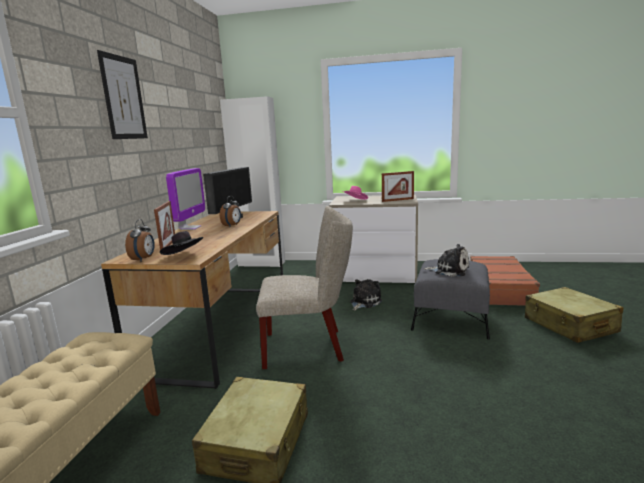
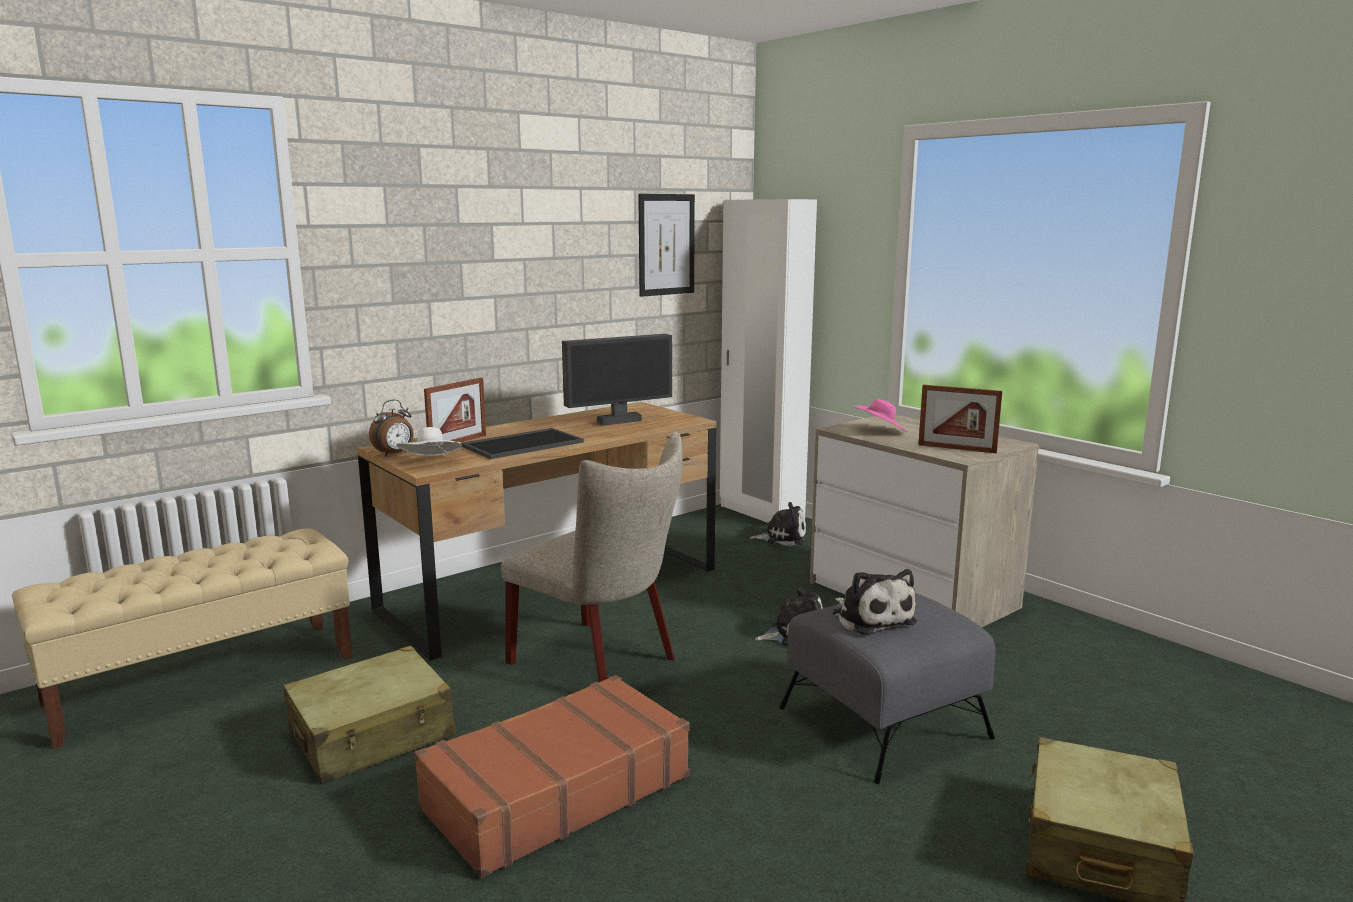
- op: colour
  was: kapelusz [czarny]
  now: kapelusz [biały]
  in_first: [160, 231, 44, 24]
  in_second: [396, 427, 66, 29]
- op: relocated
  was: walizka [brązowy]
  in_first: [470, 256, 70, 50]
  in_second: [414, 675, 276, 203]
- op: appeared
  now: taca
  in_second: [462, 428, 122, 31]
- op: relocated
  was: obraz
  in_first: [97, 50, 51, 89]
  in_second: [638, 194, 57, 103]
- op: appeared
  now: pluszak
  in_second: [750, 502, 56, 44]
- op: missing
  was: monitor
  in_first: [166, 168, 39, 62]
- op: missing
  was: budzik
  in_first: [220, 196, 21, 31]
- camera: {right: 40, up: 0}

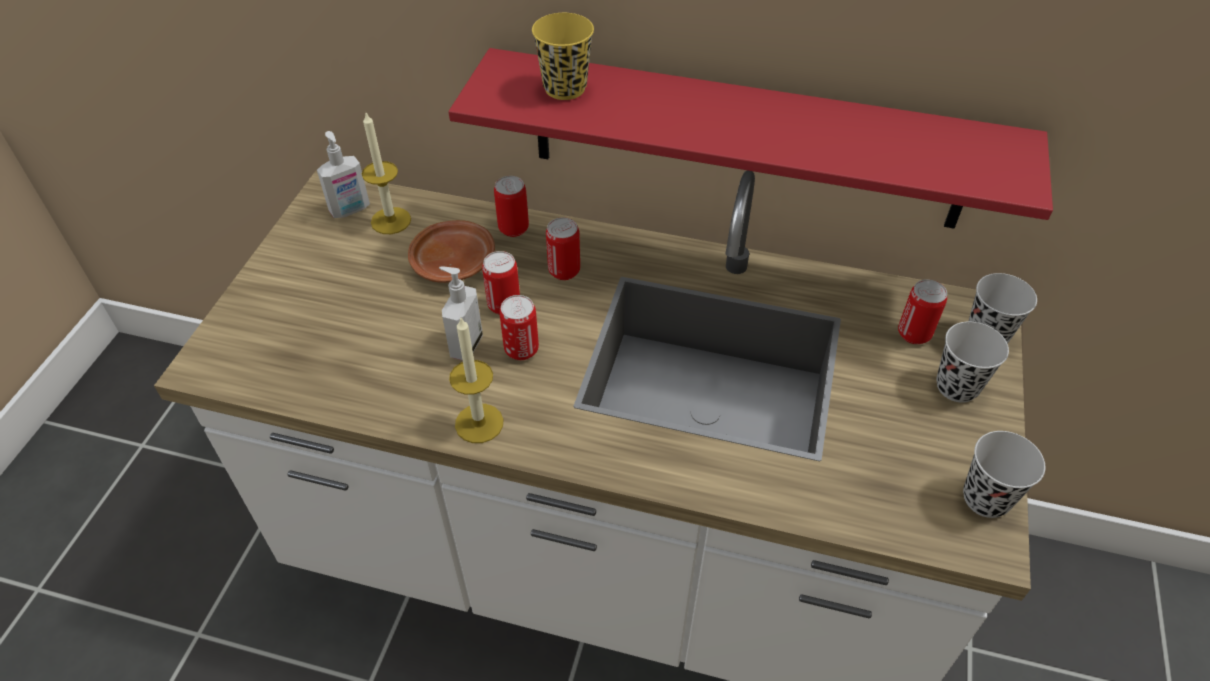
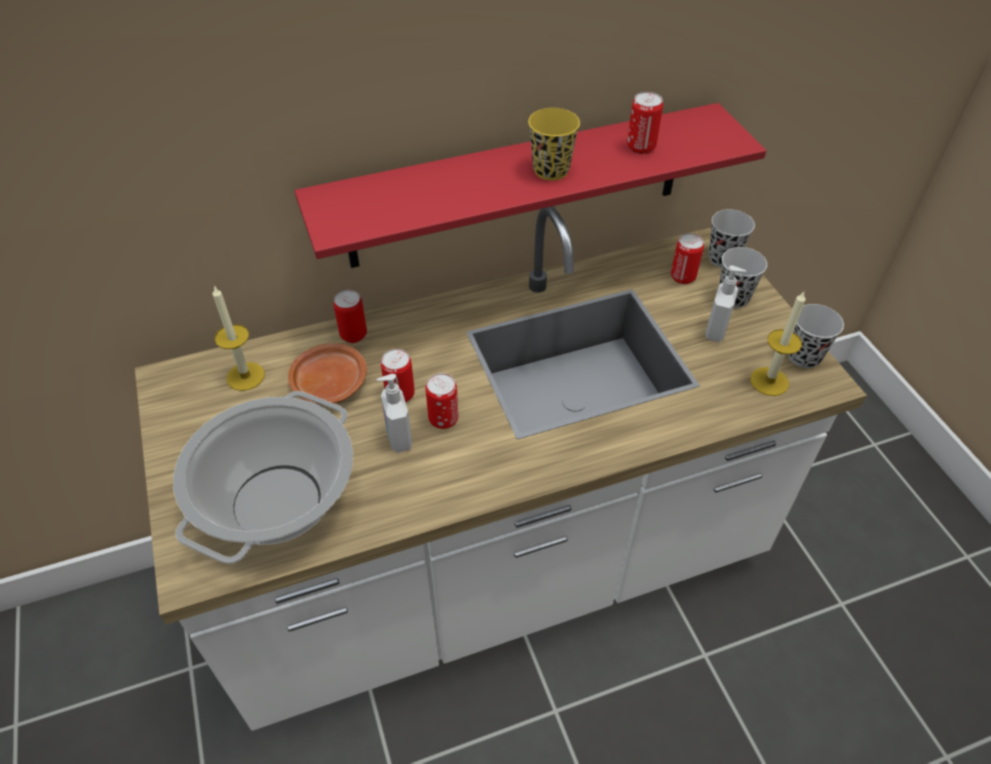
- op: appeared
  now: garnek
  in_second: [173, 391, 180, 173]
- op: relocated
  was: filiżanka [żółty]
  in_first: [532, 13, 62, 87]
  in_second: [528, 108, 52, 73]
- op: relocated
  was: puszka
  in_first: [546, 217, 34, 63]
  in_second: [627, 92, 36, 62]
- op: relocated
  was: dozownik mydła
  in_first: [317, 131, 53, 87]
  in_second: [705, 266, 42, 76]
- op: relocated
  was: świeca
  in_first: [449, 316, 54, 127]
  in_second: [750, 291, 56, 105]
- camera: {right: -35, up: 0}

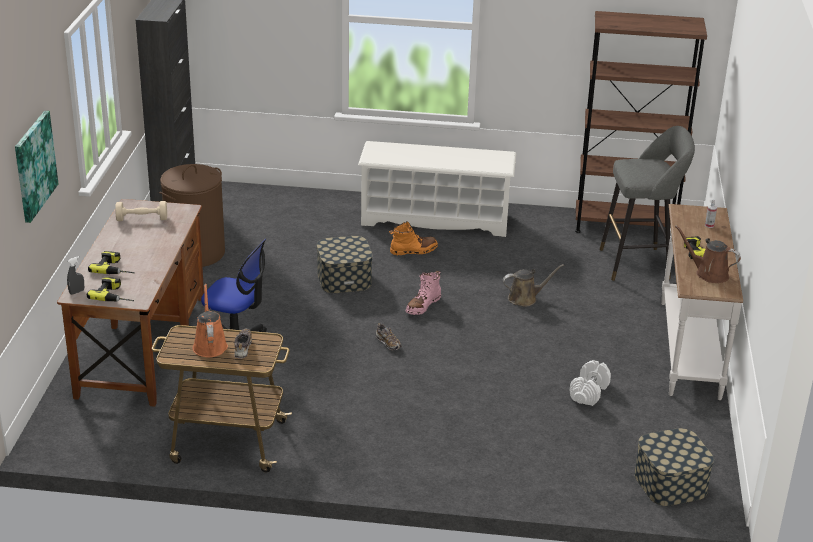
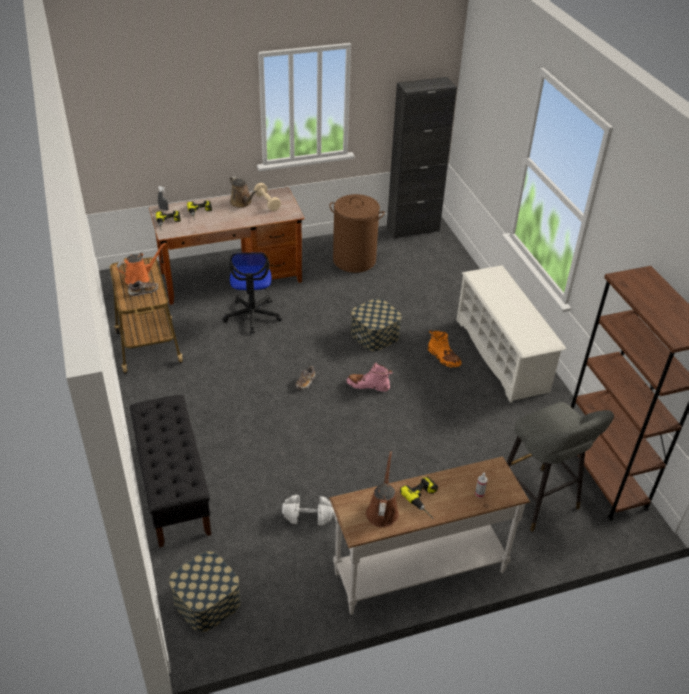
- op: appeared
  now: ławka [czarny]
  in_second: [130, 395, 81, 152]
- op: relocated
  was: konewka [brązowy]
  in_first: [503, 264, 61, 43]
  in_second: [230, 176, 27, 32]
- op: missing
  was: obraz
  in_first: [15, 111, 43, 112]
- camera: {right: 65, up: 10}

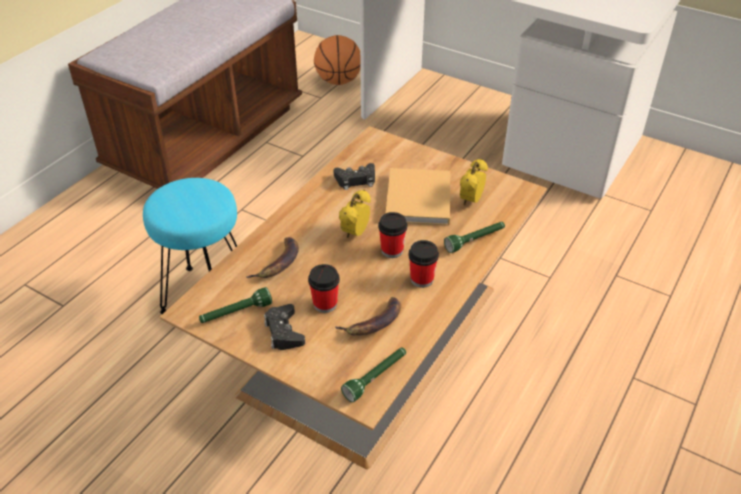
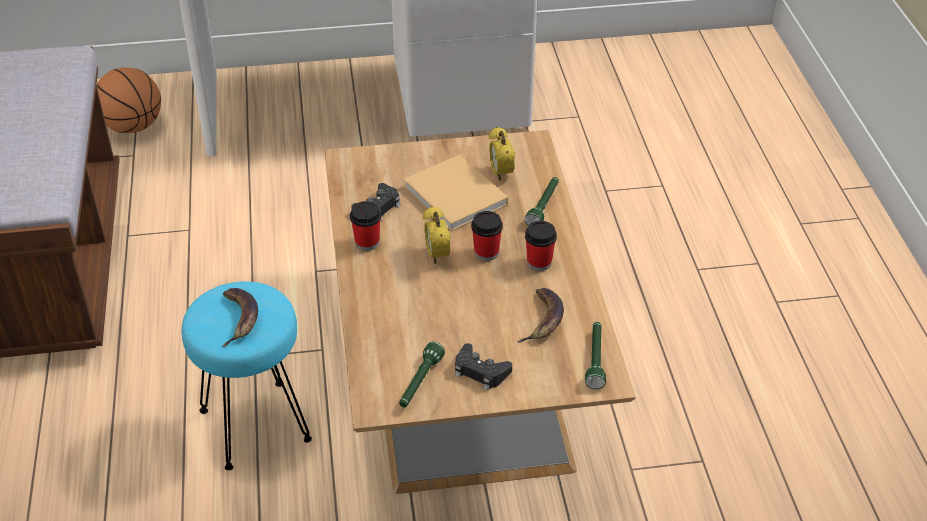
- op: relocated
  was: banan
  in_first: [246, 237, 53, 41]
  in_second: [222, 288, 36, 59]
- op: relocated
  was: filiżanka
  in_first: [308, 264, 32, 49]
  in_second: [350, 201, 31, 50]
- camera: {right: -40, up: 0}

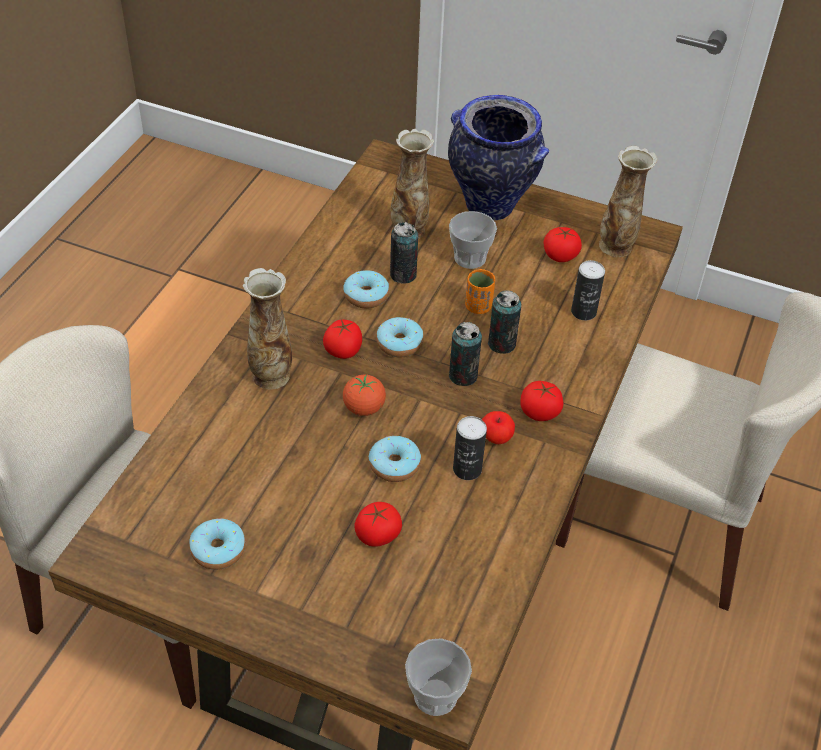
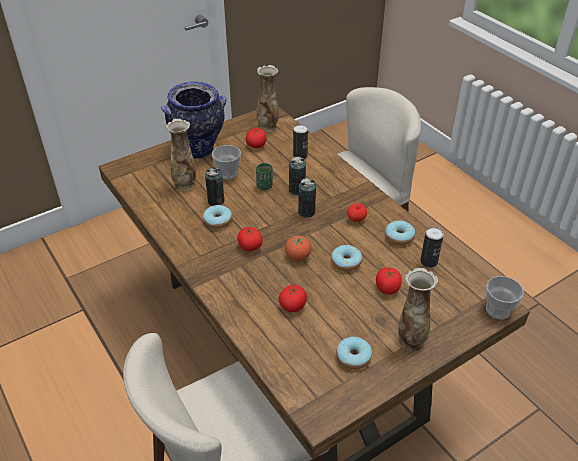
- op: colour
  was: filiżanka [pomarańczowy]
  now: filiżanka [zielony]
  in_first: [465, 269, 30, 45]
  in_second: [256, 163, 17, 27]
- op: relocated
  was: pomidor
  in_first: [520, 381, 43, 40]
  in_second: [279, 285, 28, 27]
- op: relocated
  was: donut
  in_first: [376, 317, 48, 40]
  in_second: [385, 221, 30, 24]
- op: relocated
  was: wazon
  in_first: [243, 268, 49, 122]
  in_second: [398, 268, 40, 84]
- op: relocated
  was: puszka
  in_first: [453, 416, 34, 64]
  in_second: [420, 227, 24, 41]
- camera: {right: -55, up: -5}

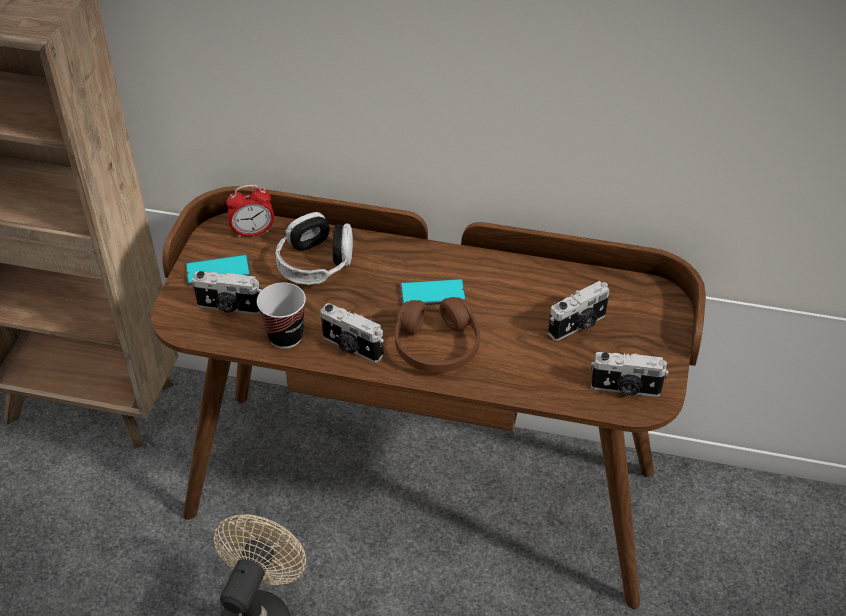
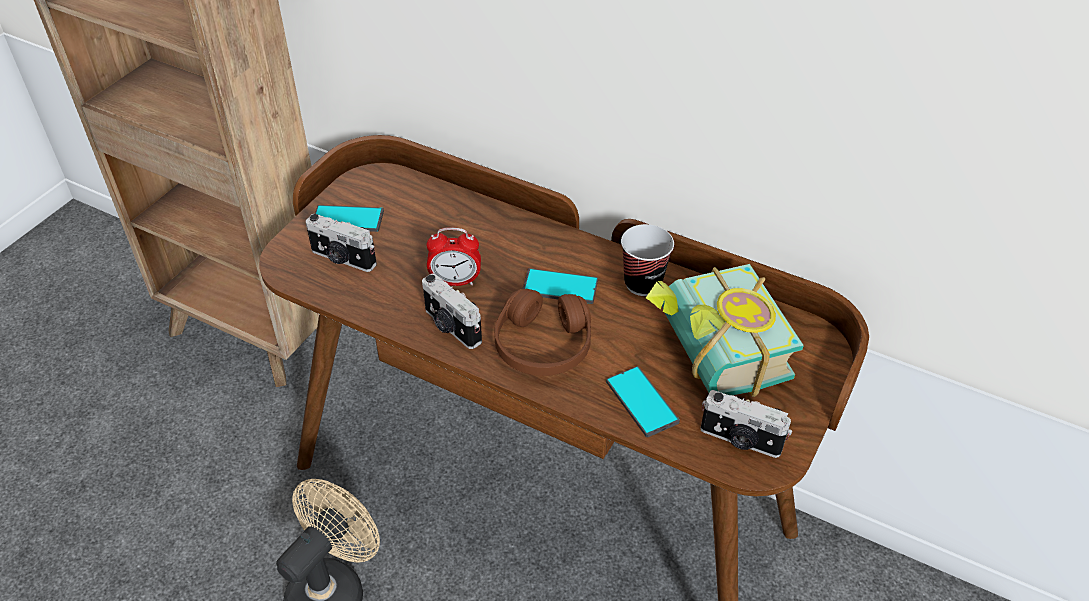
- op: relocated
  was: budzik
  in_first: [226, 184, 48, 54]
  in_second: [426, 228, 55, 58]
- op: appeared
  now: telefon
  in_second: [606, 366, 74, 71]
- op: relocated
  was: filiżanka
  in_first: [257, 283, 49, 66]
  in_second: [621, 224, 53, 72]
- op: exchanged
  was: aparat fotograficzny
  now: książka
  in_first: [548, 281, 61, 60]
  in_second: [646, 264, 158, 133]
- op: missing
  was: słuchawki
  in_first: [275, 212, 78, 73]
- camera: {right: 15, up: 0}

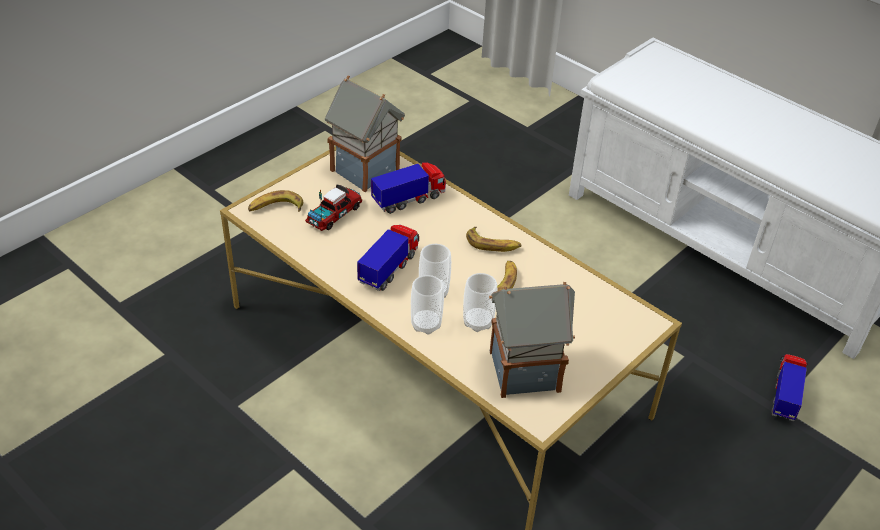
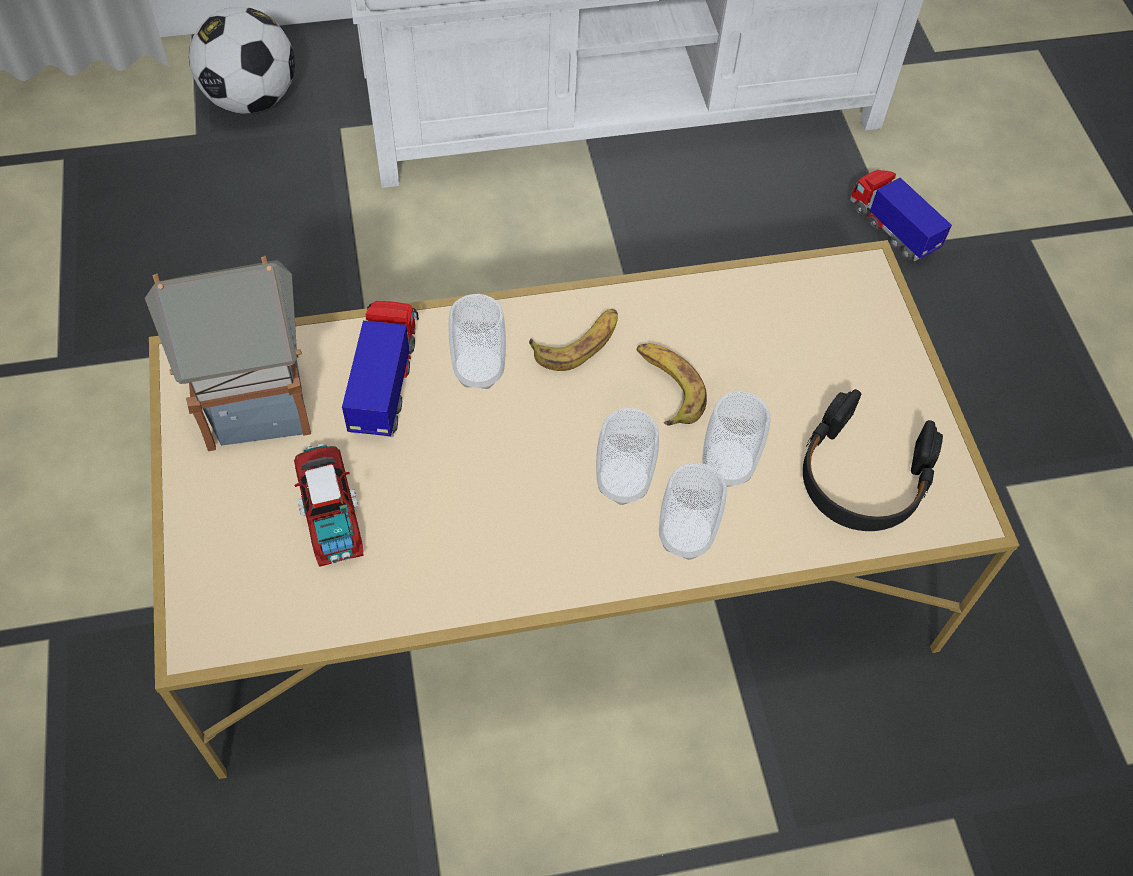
- op: appeared
  now: piłka futbolowa
  in_second: [189, 7, 106, 107]
- op: appeared
  now: filiżanka
  in_second: [449, 294, 57, 95]
- op: exchanged
  was: domek
  now: słuchawki [czarny]
  in_first: [489, 282, 86, 116]
  in_second: [803, 389, 140, 142]
- op: missing
  was: banan
  in_first: [248, 190, 55, 22]
- op: missing
  was: ciężarówka zabawkowa
  in_first: [357, 225, 62, 66]
- camera: {right: -55, up: 15}

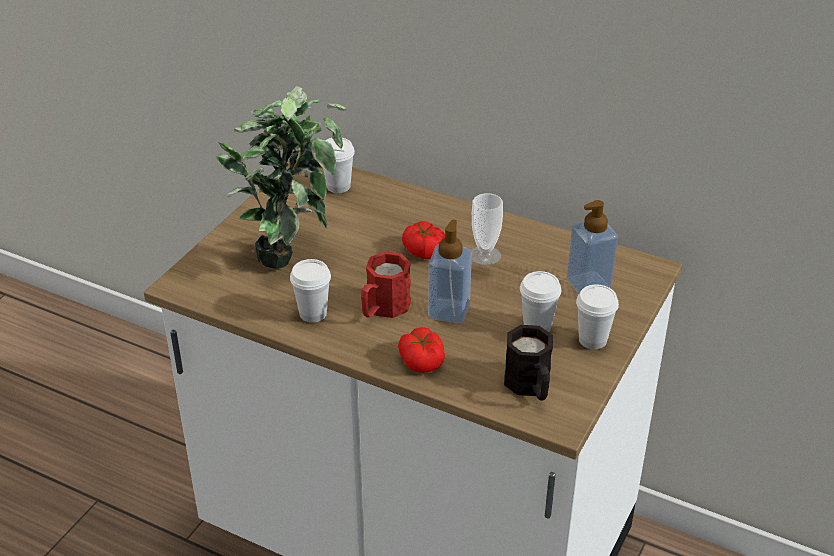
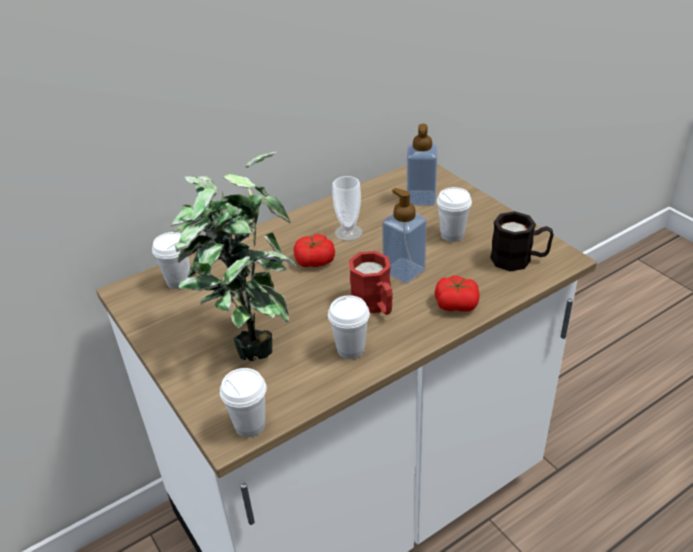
- op: relocated
  was: filiżanka [biały]
  in_first: [576, 285, 43, 64]
  in_second: [220, 368, 47, 69]
- camera: {right: -60, up: 0}

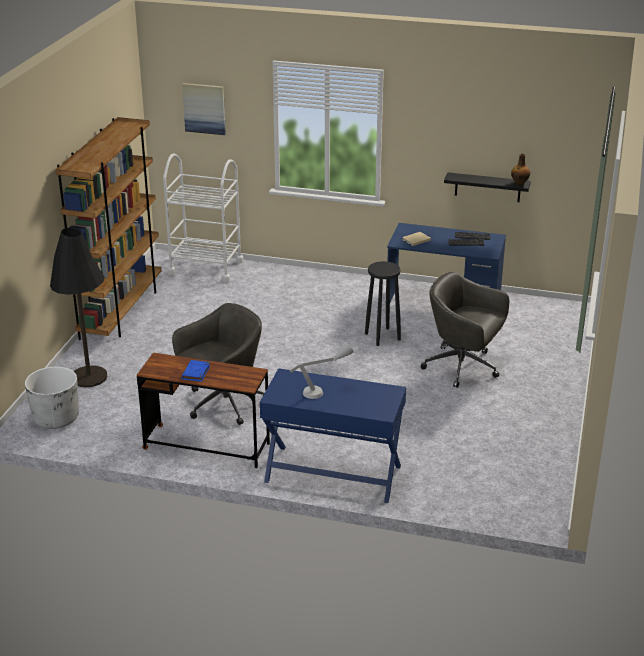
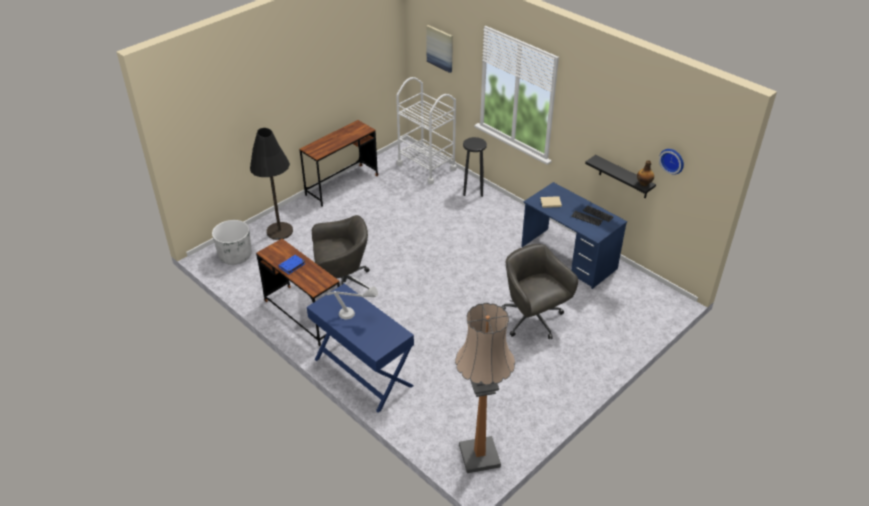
- op: exchanged
  was: regał [brązowy]
  now: biurko [brązowy]
  in_first: [55, 117, 106, 223]
  in_second: [300, 120, 78, 87]
- op: appeared
  now: lampa stojąca
  in_second: [455, 303, 60, 170]
- op: relocated
  was: stołek [czarny]
  in_first: [365, 261, 36, 85]
  in_second: [463, 137, 24, 60]
- op: appeared
  now: zegar ścienny
  in_second: [659, 149, 25, 26]
- camera: {right: 30, up: 10}

